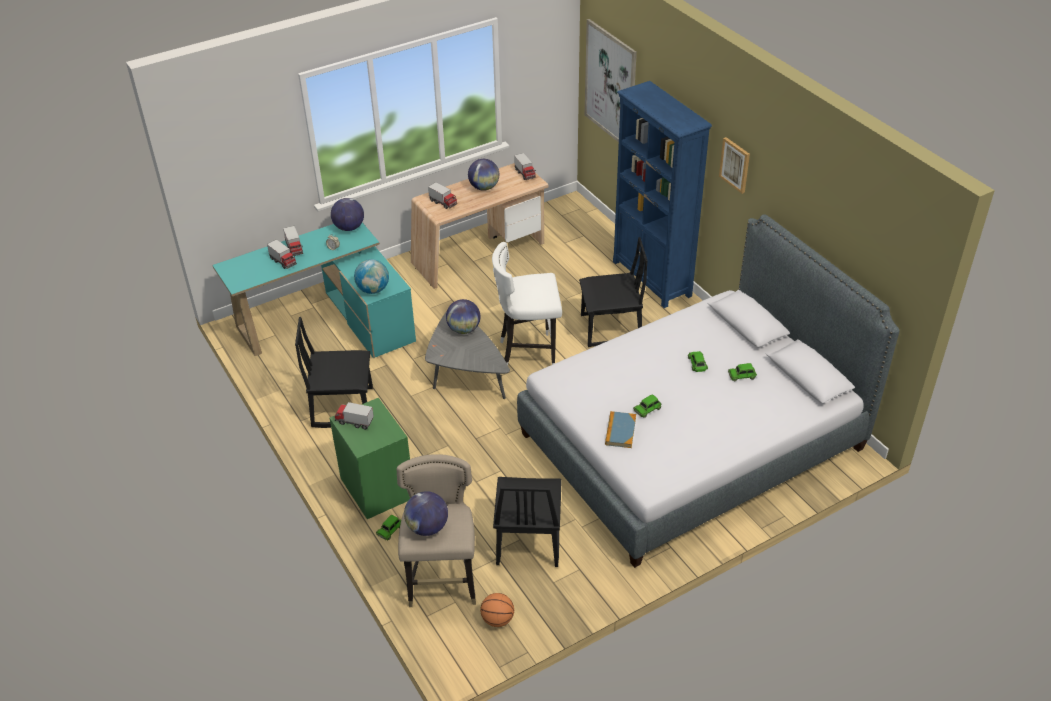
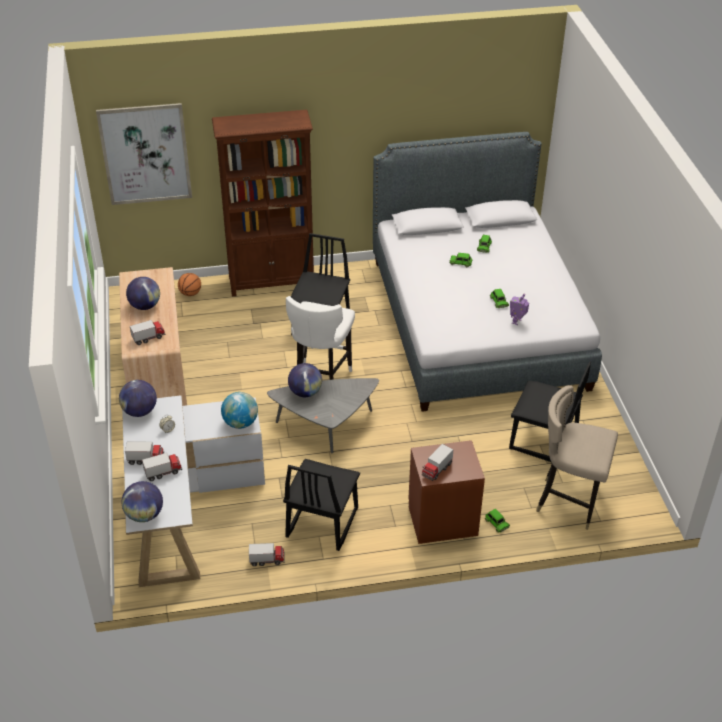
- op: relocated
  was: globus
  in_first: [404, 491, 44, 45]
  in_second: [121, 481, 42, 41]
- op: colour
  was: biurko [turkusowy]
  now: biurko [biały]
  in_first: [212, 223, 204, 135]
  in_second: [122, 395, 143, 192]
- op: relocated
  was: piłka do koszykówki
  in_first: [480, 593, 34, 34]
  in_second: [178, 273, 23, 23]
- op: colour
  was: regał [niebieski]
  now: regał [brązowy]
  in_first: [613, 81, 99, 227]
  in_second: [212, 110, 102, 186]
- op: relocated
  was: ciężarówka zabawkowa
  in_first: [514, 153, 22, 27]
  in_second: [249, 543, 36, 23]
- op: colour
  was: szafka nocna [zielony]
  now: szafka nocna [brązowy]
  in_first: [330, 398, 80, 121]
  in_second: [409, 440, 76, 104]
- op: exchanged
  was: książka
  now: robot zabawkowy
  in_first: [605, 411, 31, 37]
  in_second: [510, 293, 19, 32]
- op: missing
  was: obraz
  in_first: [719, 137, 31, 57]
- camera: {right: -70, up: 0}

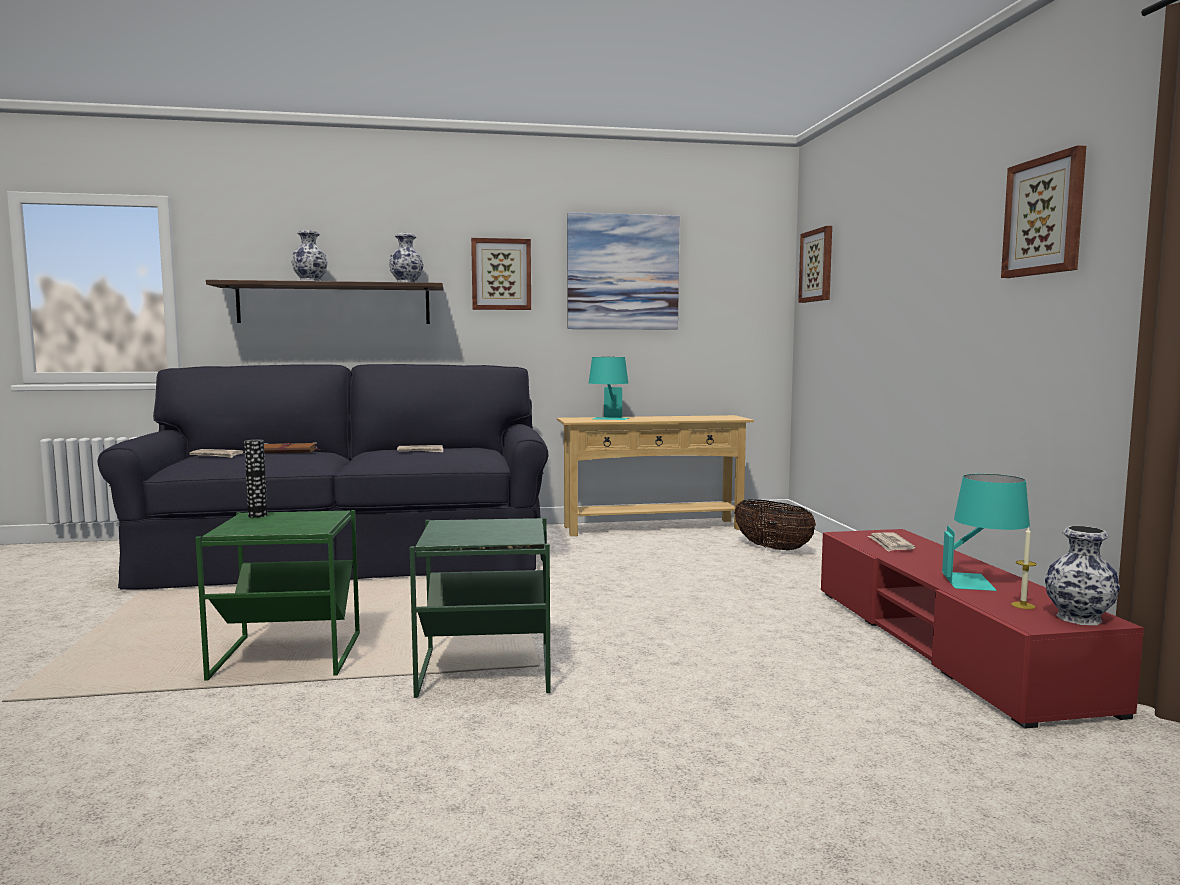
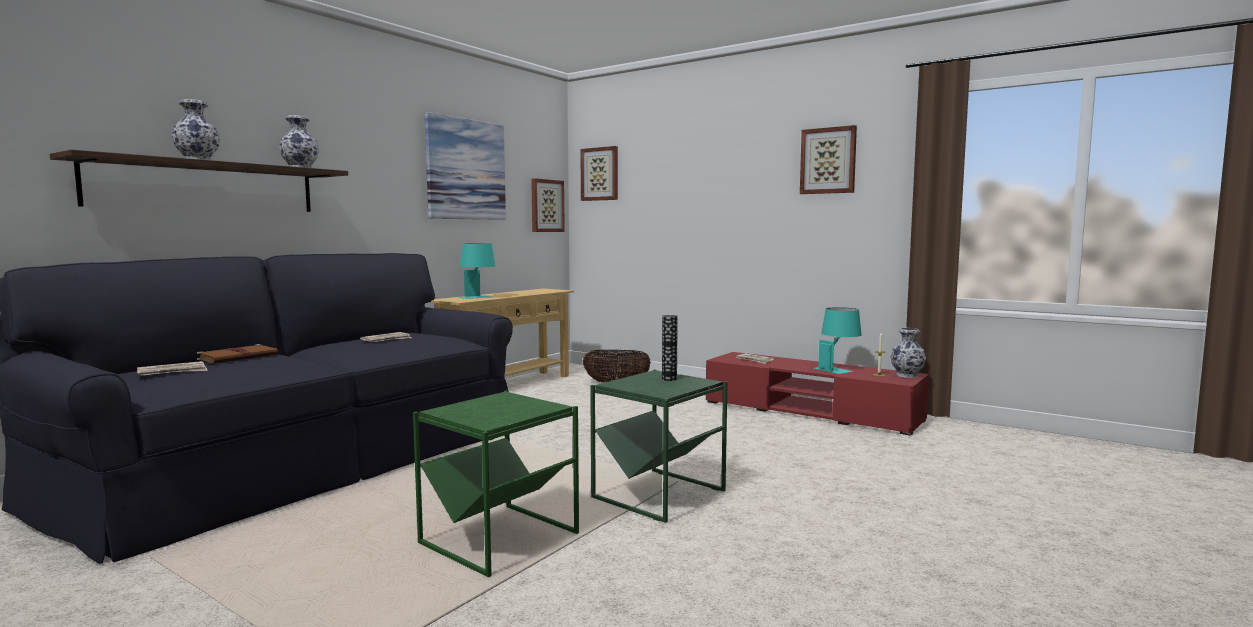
- op: relocated
  was: obraz
  in_first: [471, 238, 60, 72]
  in_second: [531, 178, 34, 54]
- op: relocated
  was: wazon
  in_first: [244, 439, 23, 79]
  in_second: [662, 315, 16, 66]
- camera: {right: -45, up: 0}

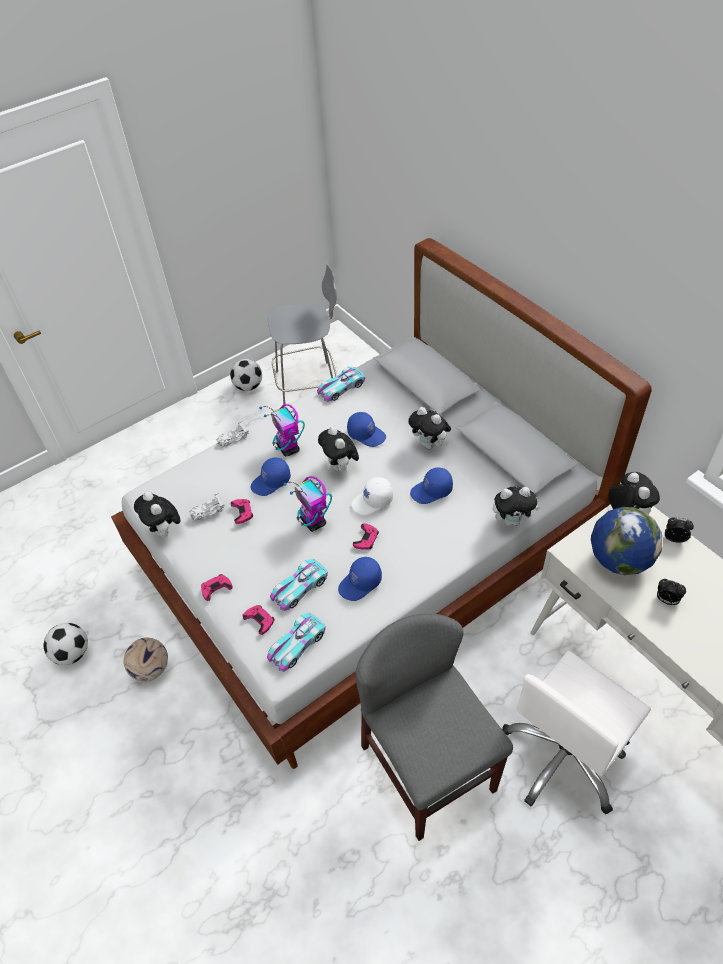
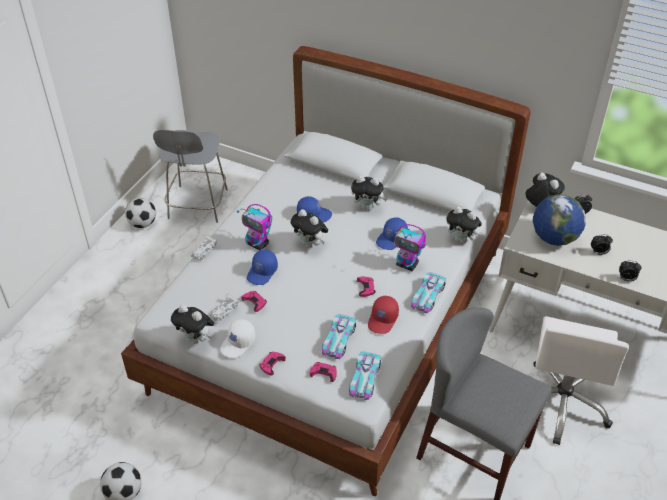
- op: spun
  was: krzesło [szary]
  in_first: [268, 264, 69, 143]
  in_second: [153, 129, 75, 94]
  clockwise: 135
- op: relocated
  was: czapka z daszkiem [biały]
  in_first: [351, 477, 42, 38]
  in_second: [220, 319, 35, 39]
- op: colour
  was: czapka z daszkiem [niebieski]
  now: czapka z daszkiem [czerwony]
  in_first: [338, 557, 44, 44]
  in_second: [368, 296, 31, 38]
- op: relocated
  was: robot zabawkowy
  in_first: [284, 476, 48, 56]
  in_second: [395, 224, 31, 47]
- op: relocated
  was: samochodzik
  in_first: [317, 367, 48, 35]
  in_second: [411, 272, 35, 41]
- op: spun
  was: pluszak
  in_first: [493, 486, 47, 40]
  in_second: [447, 206, 35, 38]
  clockwise: 60
- op: appeared
  now: budzik
  in_second: [619, 260, 23, 21]
- op: missing
  was: piłka futbolowa
  in_first: [124, 638, 44, 44]
- camera: {right: -30, up: -5}

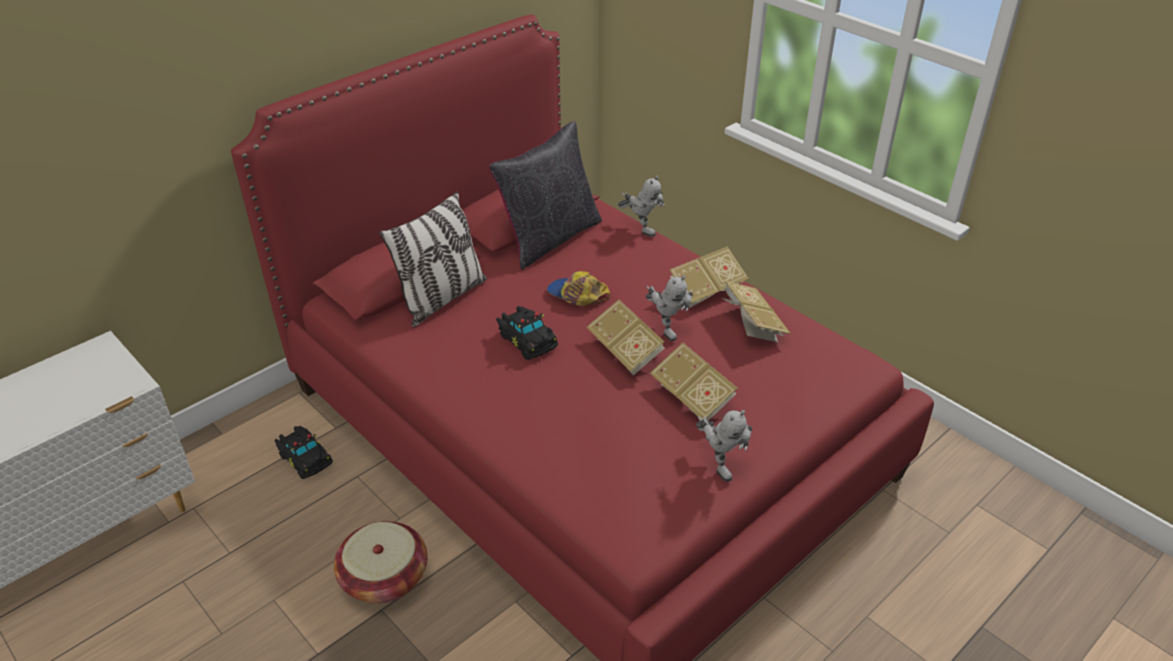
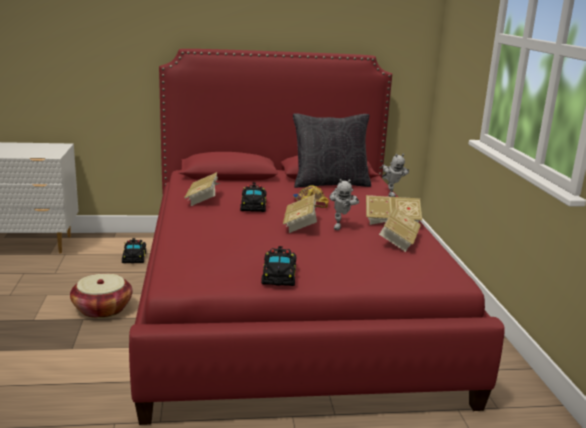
- op: relocated
  was: książka
  in_first: [650, 342, 88, 79]
  in_second: [184, 172, 36, 34]
- op: exchanged
  was: robot zabawkowy
  now: samochodzik [czarny]
  in_first: [696, 410, 56, 72]
  in_second: [261, 246, 36, 40]
- op: missing
  was: poduszka
  in_first: [379, 191, 108, 136]
- camera: {right: 35, up: -20}

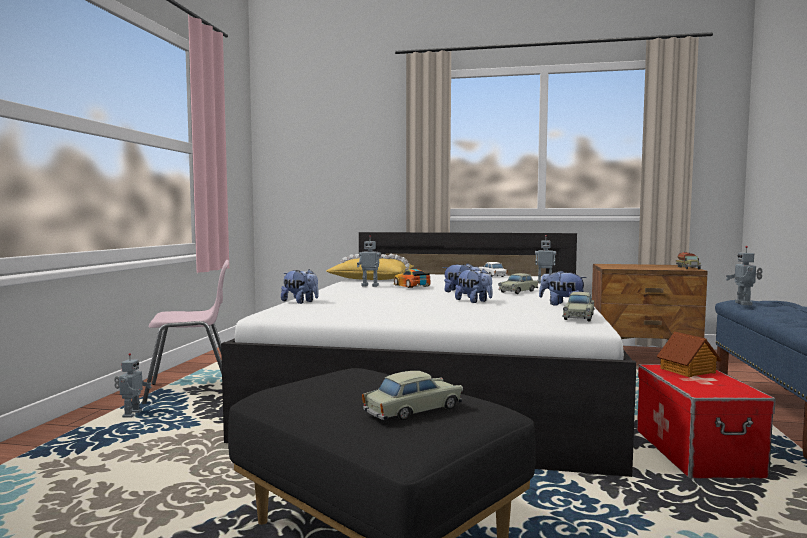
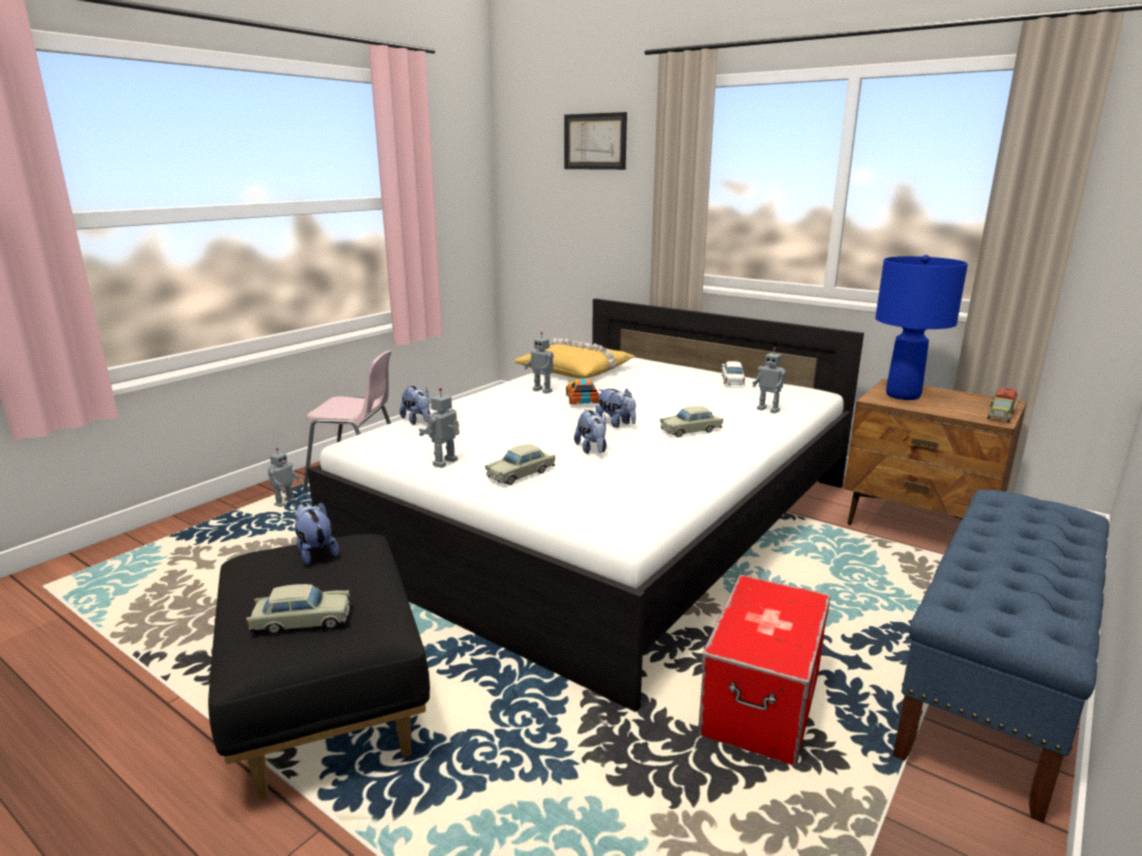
- op: relocated
  was: pluszak
  in_first: [539, 270, 48, 36]
  in_second: [294, 502, 45, 63]
- op: relocated
  was: robot zabawkowy
  in_first: [726, 246, 37, 59]
  in_second: [419, 388, 41, 80]
- op: relocated
  was: samochodzik [beżowy]
  in_first: [562, 292, 33, 30]
  in_second: [485, 444, 70, 41]
- op: appeared
  now: obraz
  in_second: [564, 112, 63, 58]
- op: appeared
  now: lampa stołowa [niebieski]
  in_second: [875, 255, 93, 145]
- op: missing
  was: domek
  in_first: [656, 331, 65, 46]
- camera: {right: 25, up: 15}

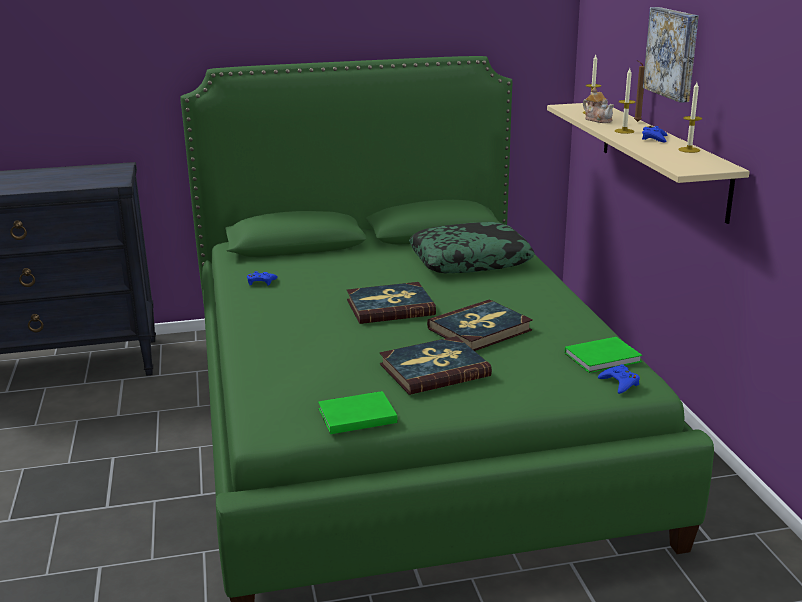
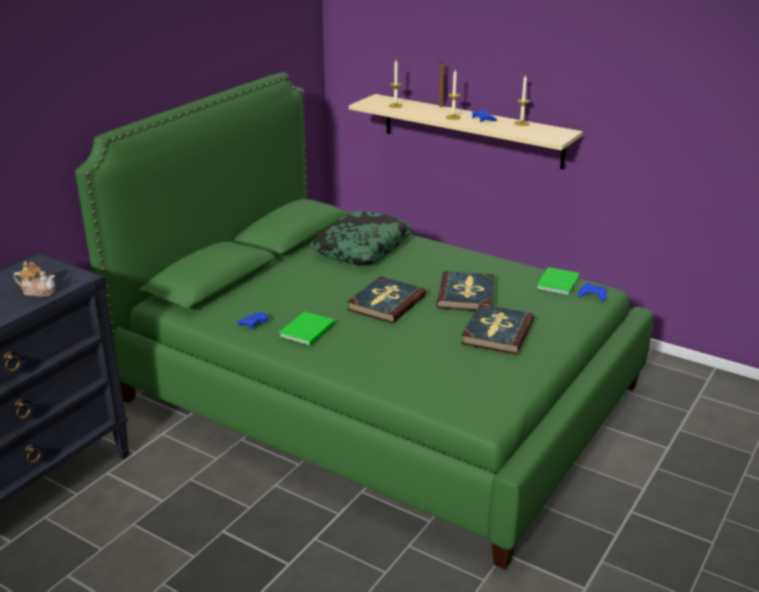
- op: relocated
  was: imbryk
  in_first: [583, 87, 31, 36]
  in_second: [14, 261, 41, 36]
- op: relocated
  was: książka [zielony]
  in_first: [318, 391, 79, 43]
  in_second: [279, 312, 56, 34]
- op: missing
  was: obraz
  in_first: [643, 7, 56, 96]
- camera: {right: -45, up: 5}

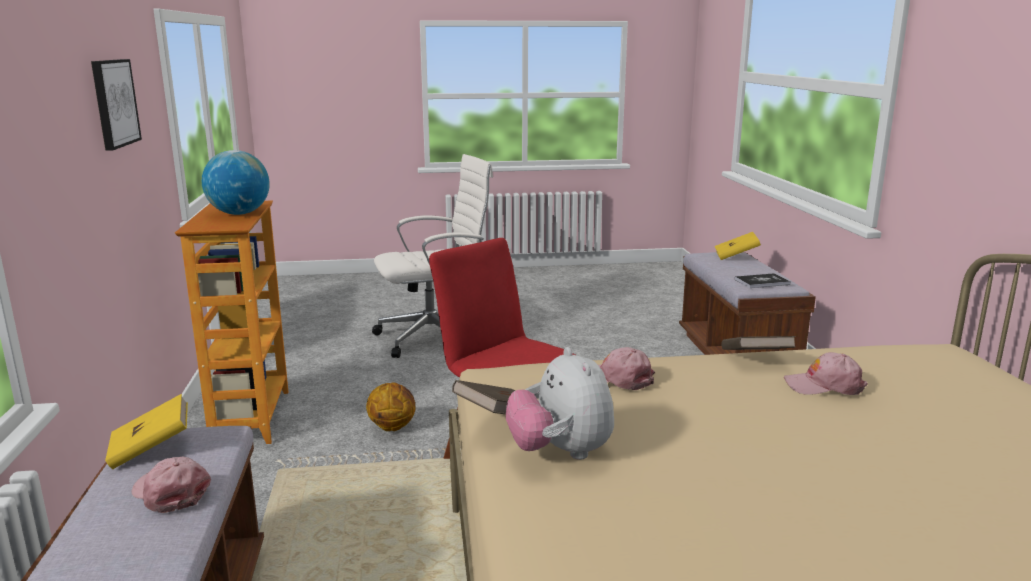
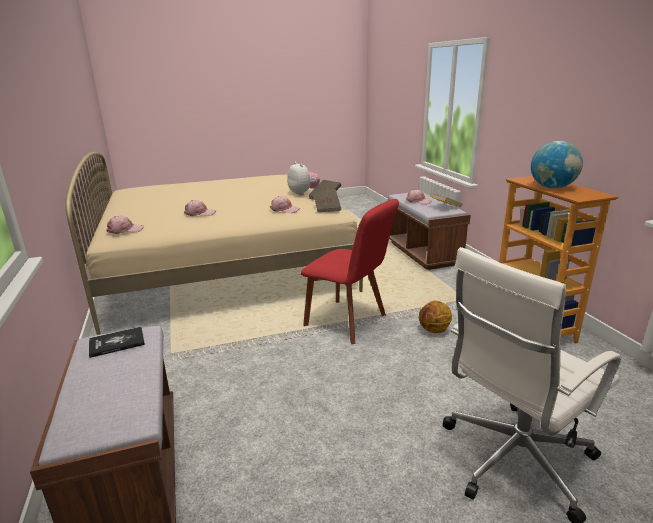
- op: appeared
  now: czapka z daszkiem [różowy]
  in_second: [106, 216, 38, 18]
- op: relocated
  was: książka [brązowy]
  in_first: [721, 336, 75, 14]
  in_second: [313, 189, 28, 23]
- op: missing
  was: obraz
  in_first: [91, 59, 51, 92]
- op: missing
  was: książka [żółty]
  in_first: [714, 232, 47, 28]
- camera: {right: 170, up: 5}

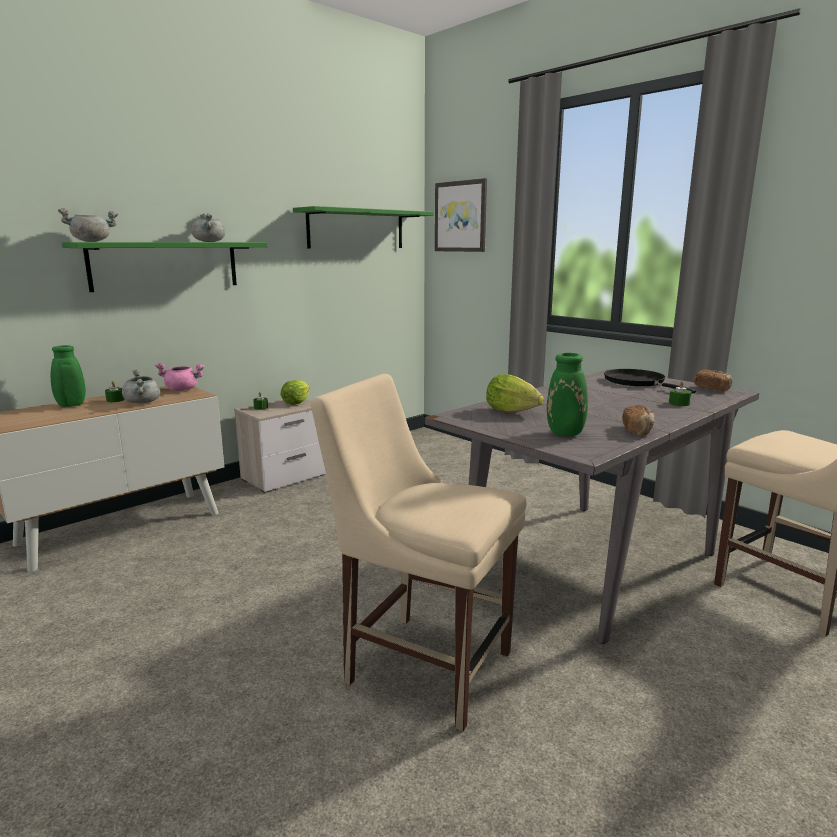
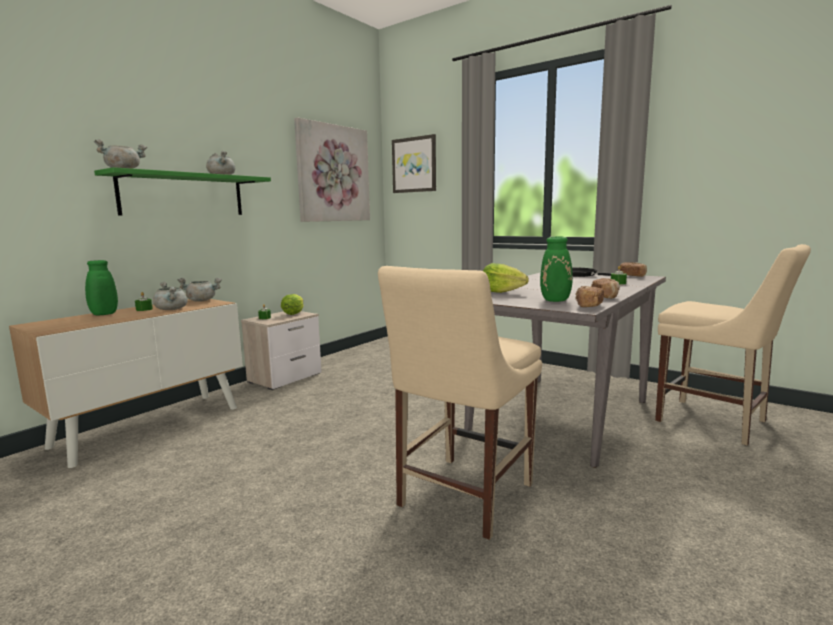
- op: colour
  was: garnek [różowy]
  now: garnek [szary]
  in_first: [155, 363, 50, 28]
  in_second: [178, 278, 44, 24]
- op: exchanged
  was: półka [zielony]
  now: obraz
  in_first: [293, 206, 140, 43]
  in_second: [294, 117, 76, 105]
- op: spun
  was: krzesło [beżowy]
  in_first: [311, 374, 215, 357]
  in_second: [378, 266, 164, 274]
  clockwise: -75
- op: appeared
  now: chleb
  in_second: [575, 286, 29, 21]
- camera: {right: -10, up: -5}

